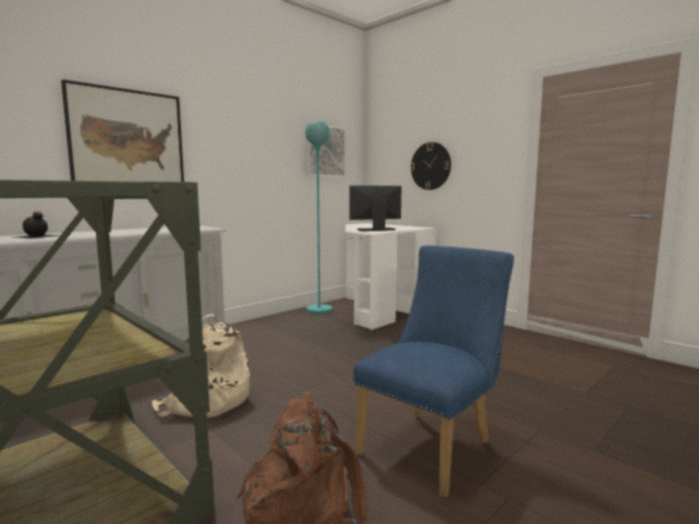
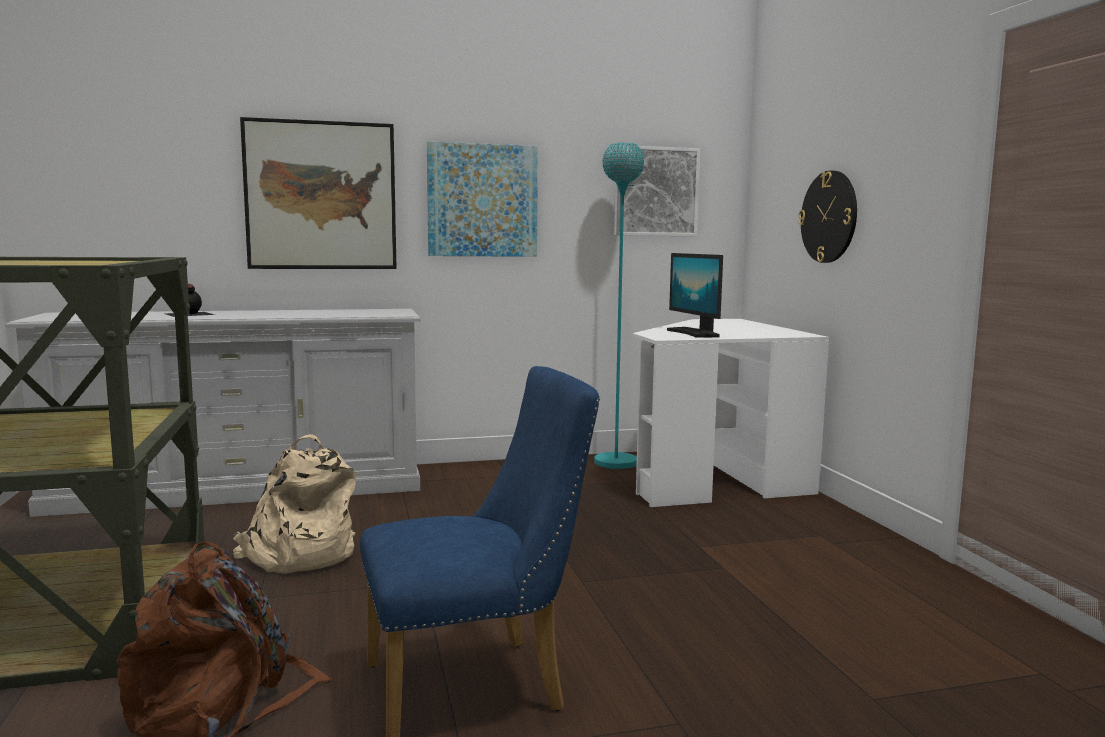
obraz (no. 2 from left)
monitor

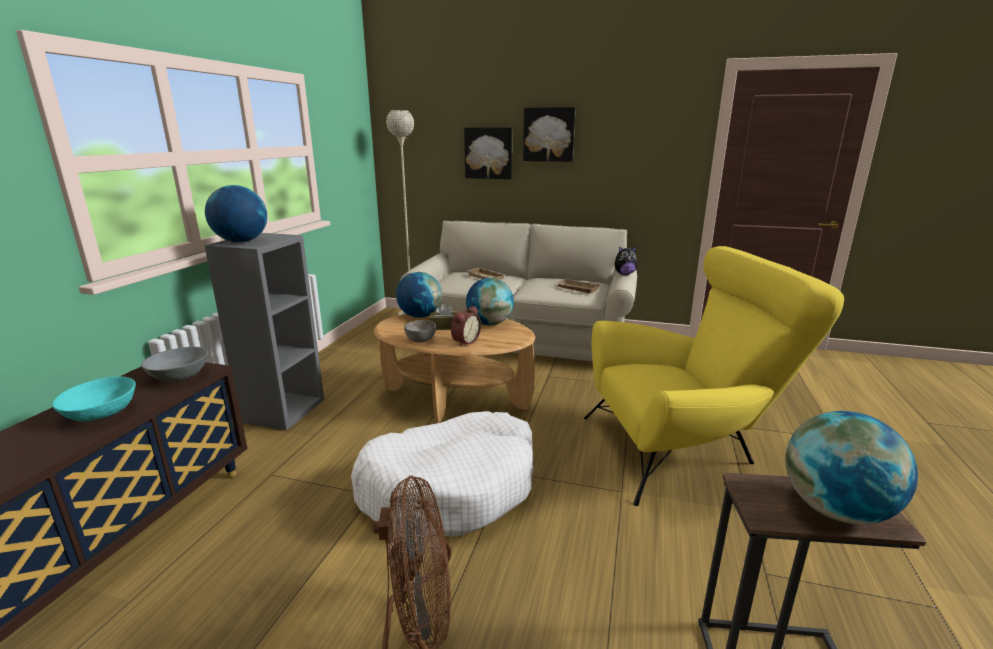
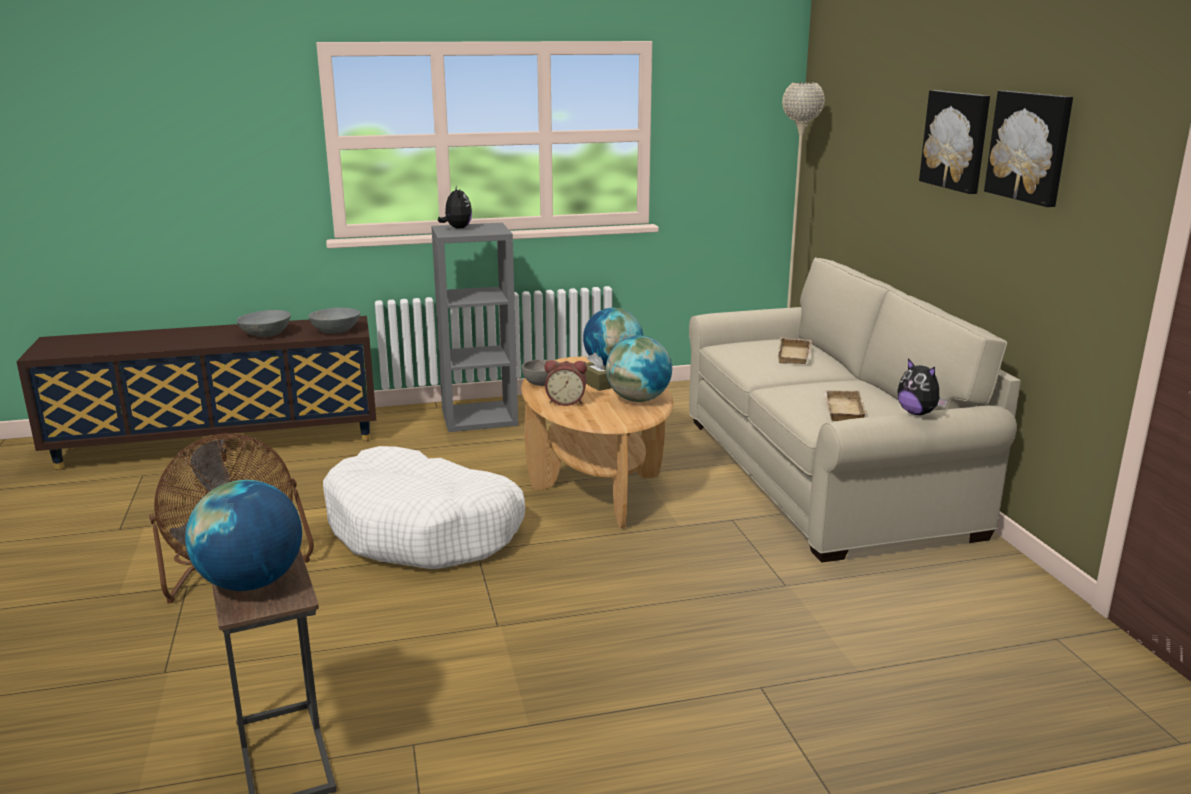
fotel/żółty
obraz (no. 2 from left)
pluszak (no. 1 from left)
miska/szary (no. 1 from left)

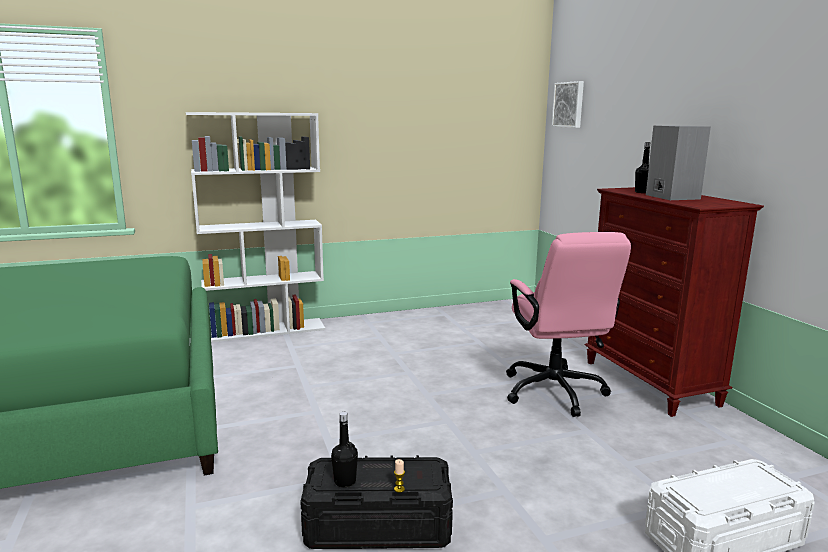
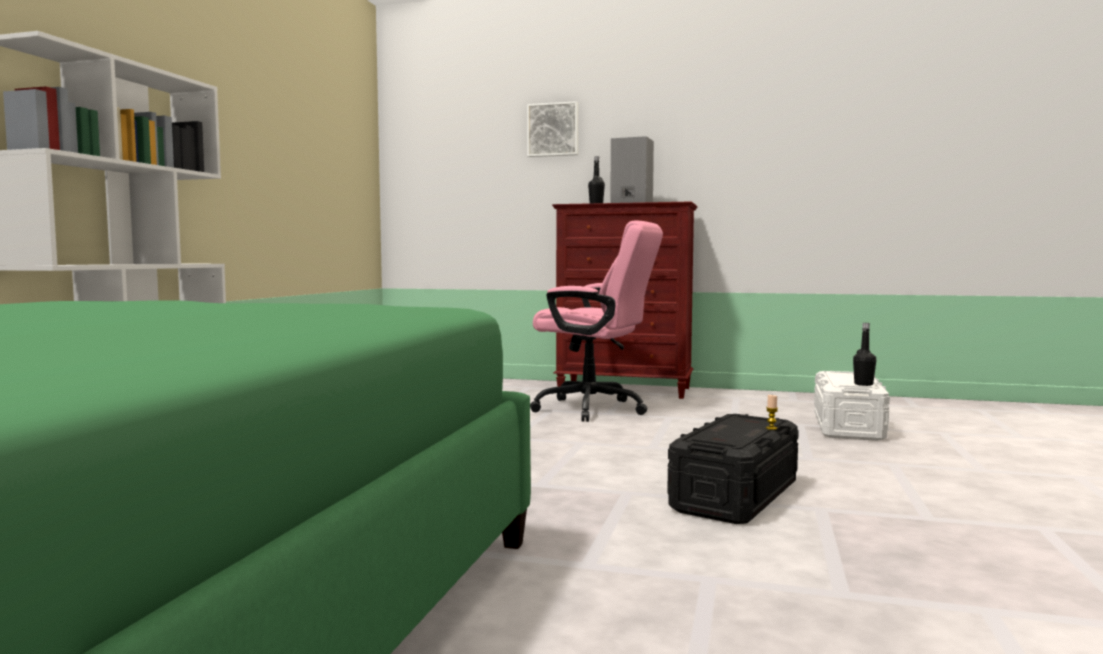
butelka/czarny (no. 2 from left)
obraz

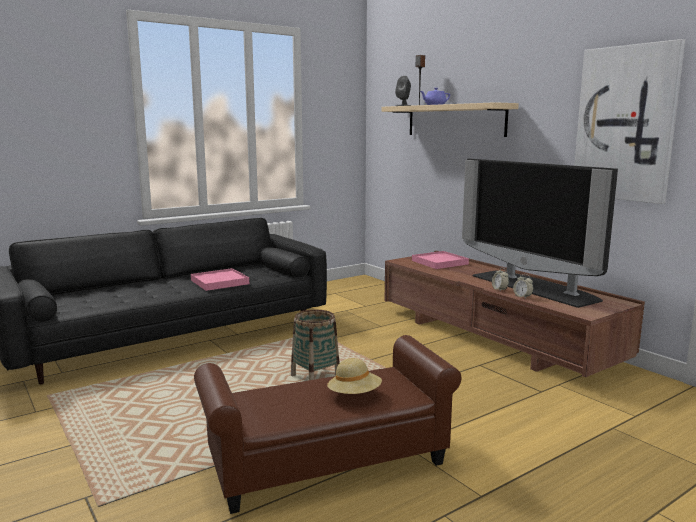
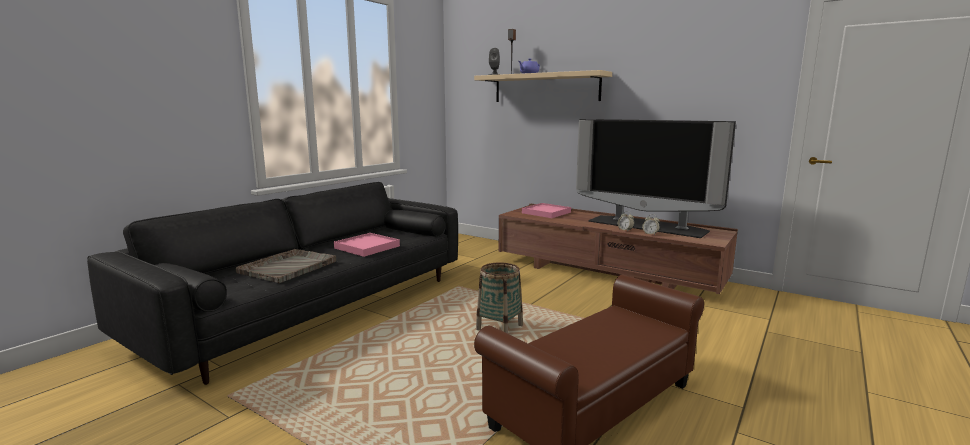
kapelusz/beżowy
obraz
taca/szary

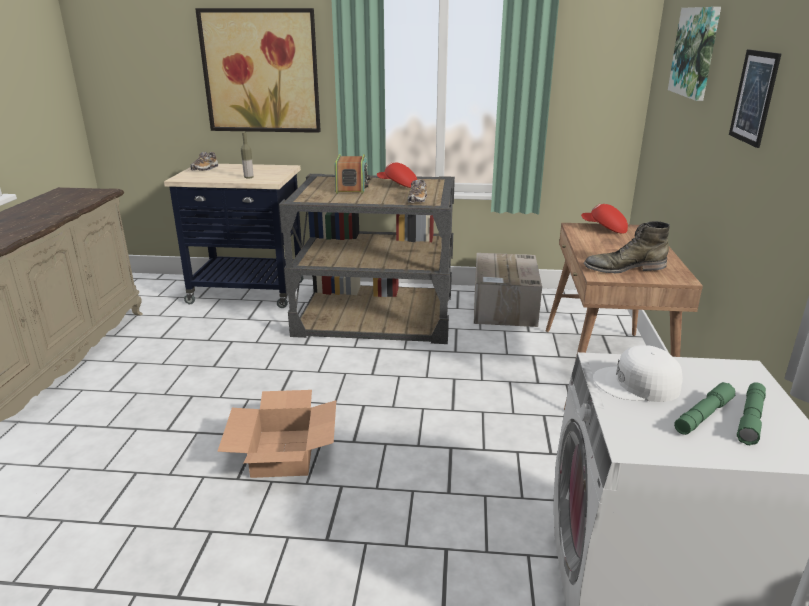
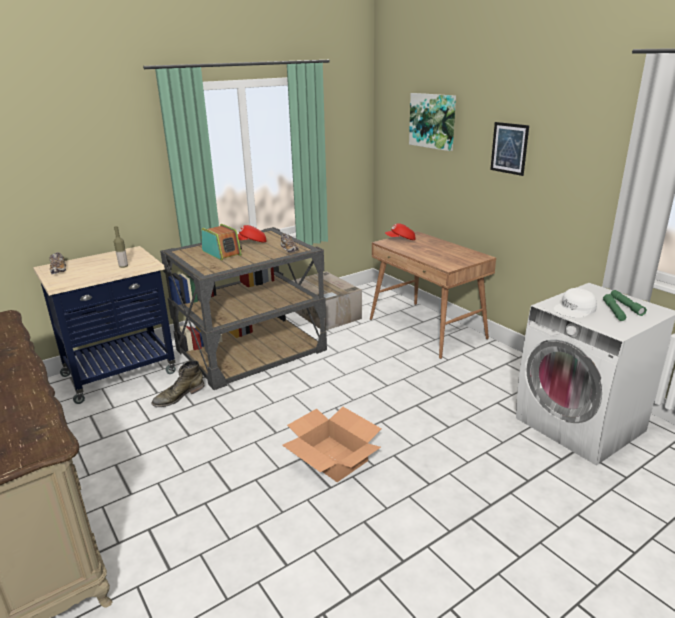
obraz (no. 1 from left in the first image)
but z cholewką/zielony

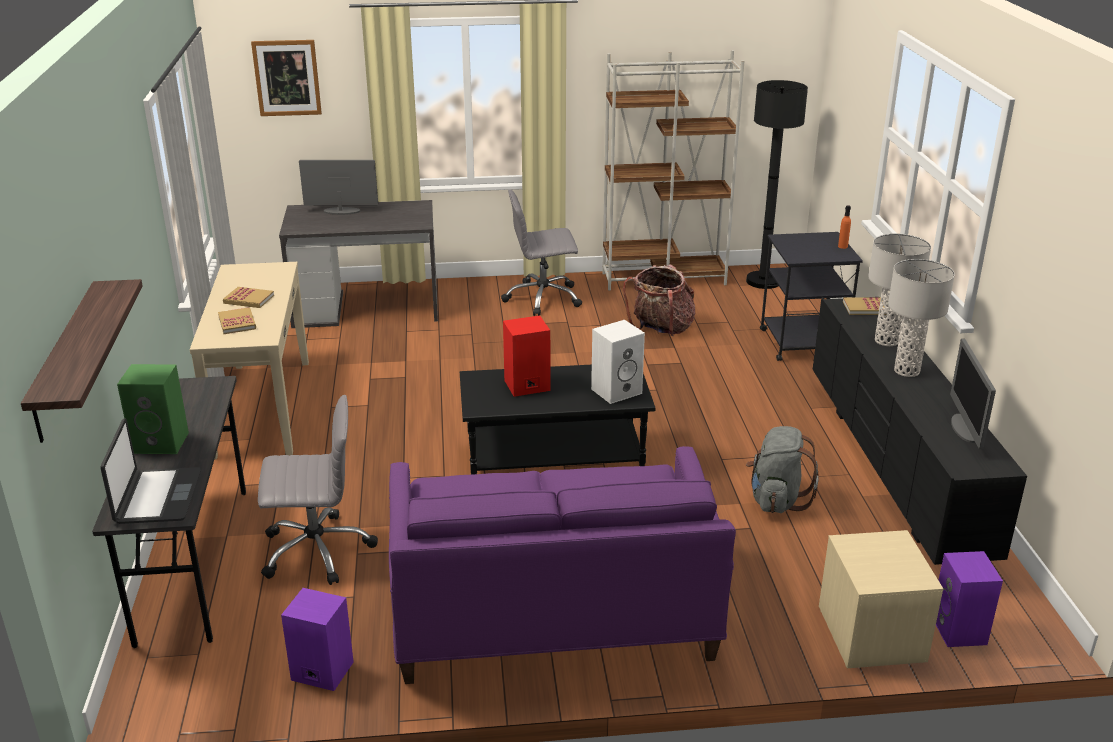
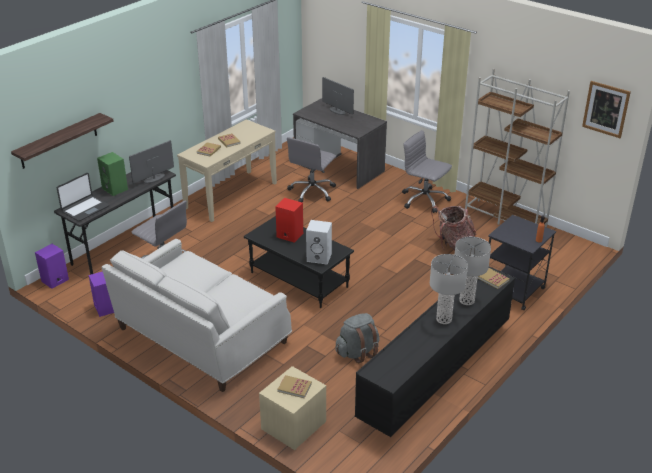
lampa stojąca/czarny
książka (no. 3 from left)
krzesło biurowe/szary (no. 2 from left)
obraz
głośnik/fioletowy (no. 1 from left)
monitor (no. 1 from left)
kanapa/biały

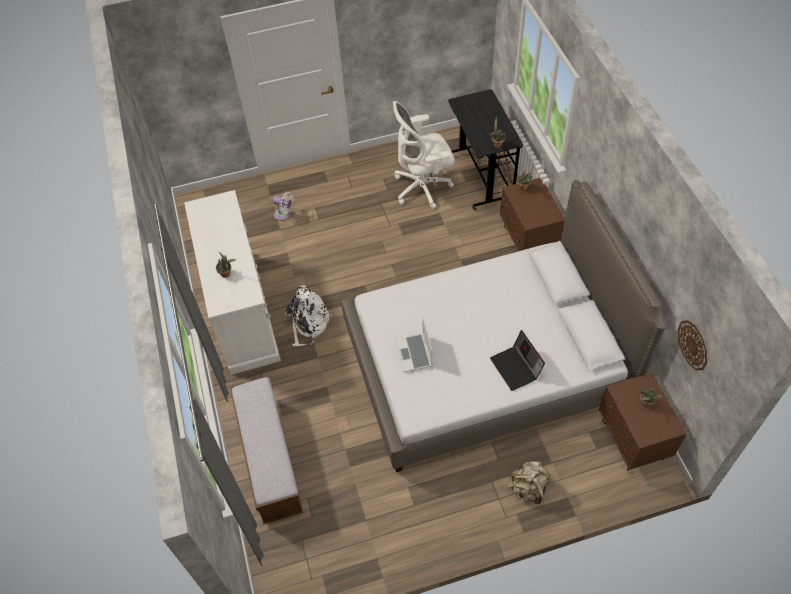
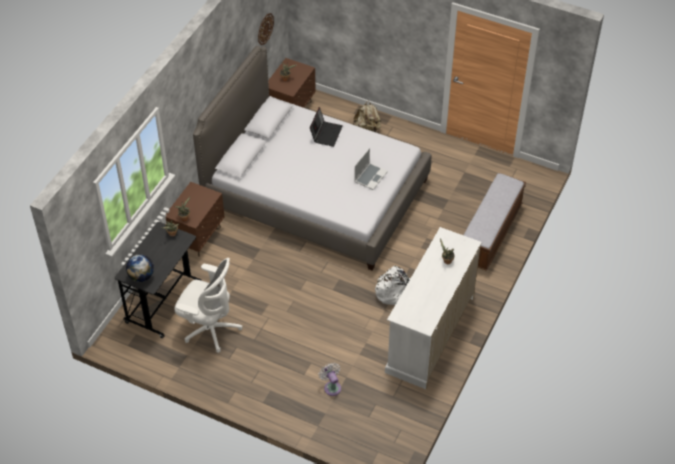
globus

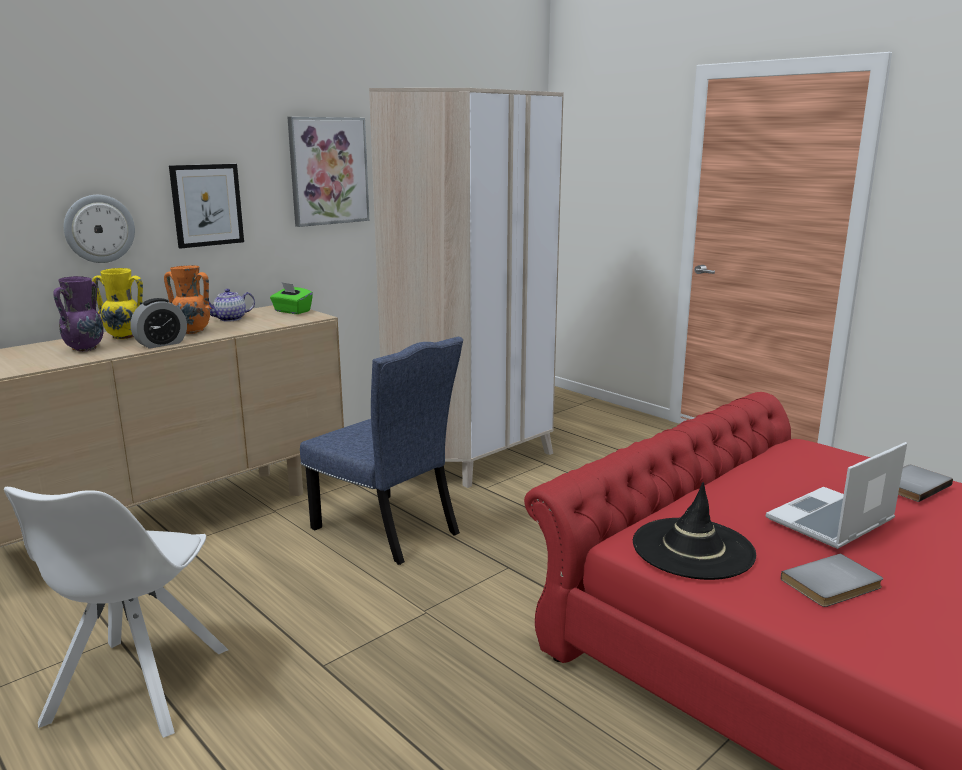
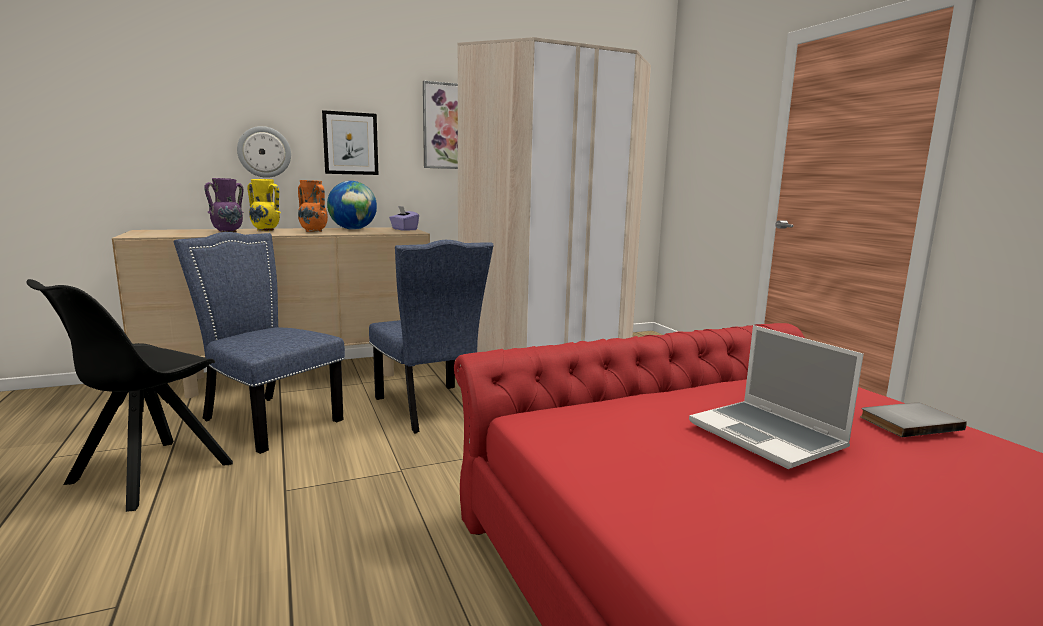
budzik
kapelusz/czarny
książka/szary (no. 1 from left in the first image)
krzesło/niebieski (no. 1 from left)
globus
krzesło/czarny
pudełko chusteczek/fioletowy
laptop

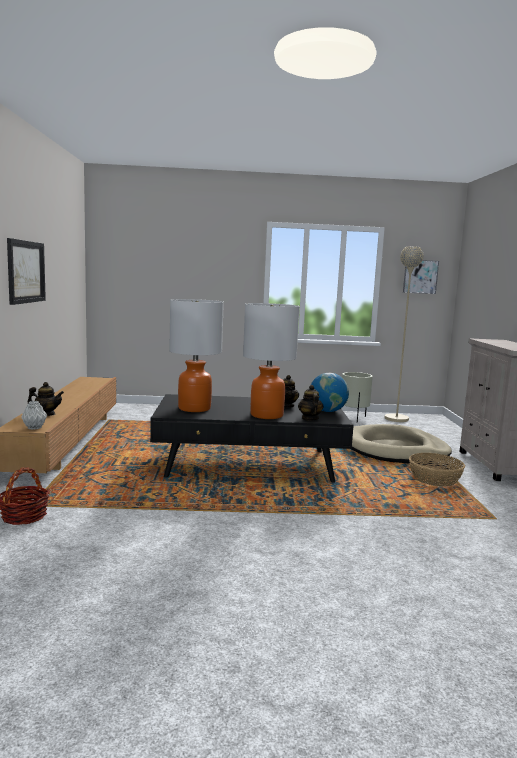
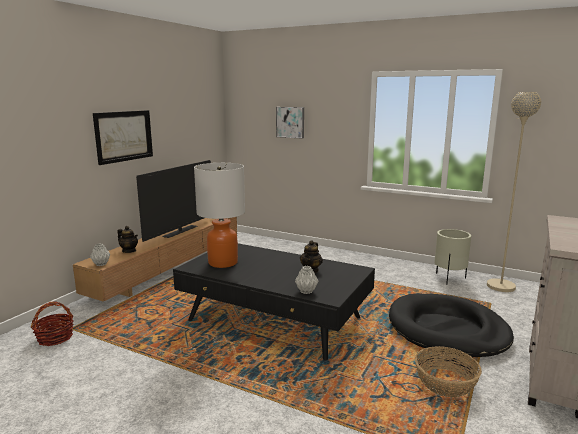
lampa stołowa (no. 2 from left in the first image)
globus
telewizor
obraz (no. 2 from left)
wazon/szary (no. 2 from left)
legowisko/czarny

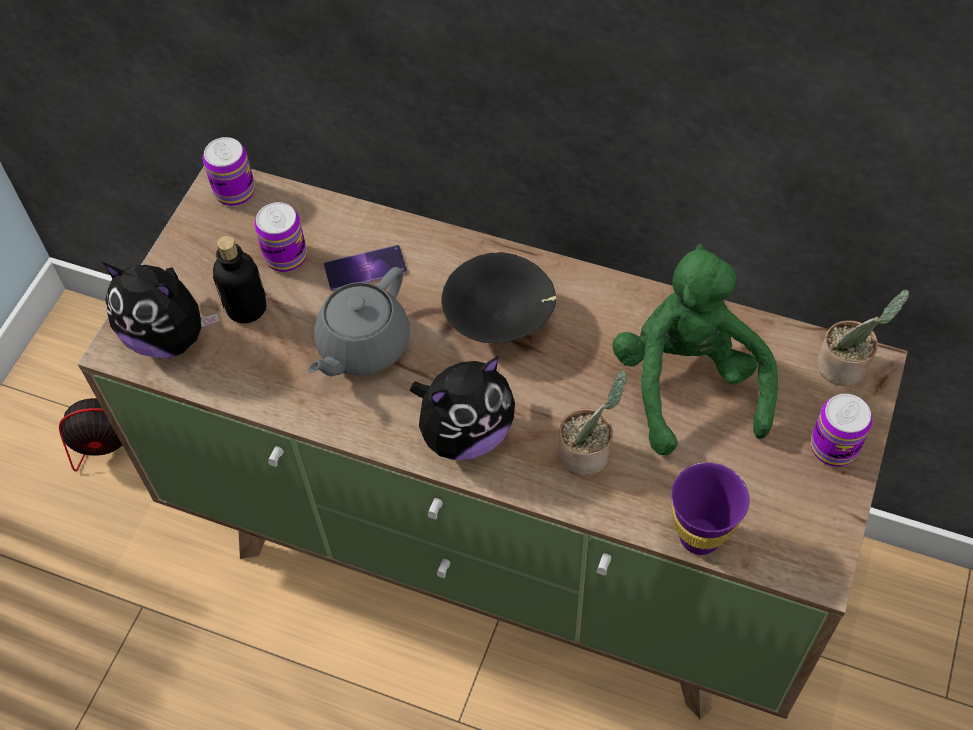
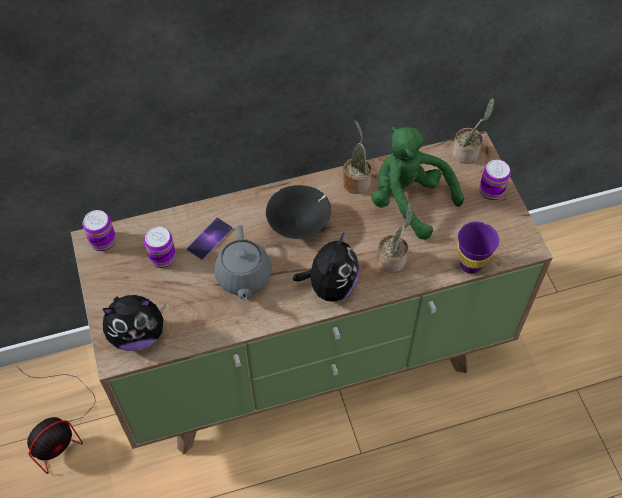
butelka
roślina doniczkowa (no. 1 from left)

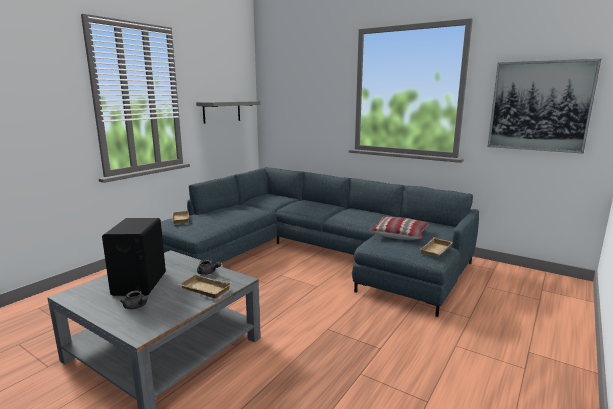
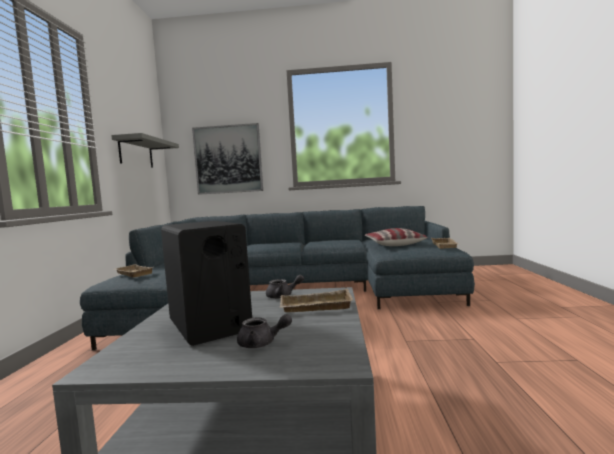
obraz

